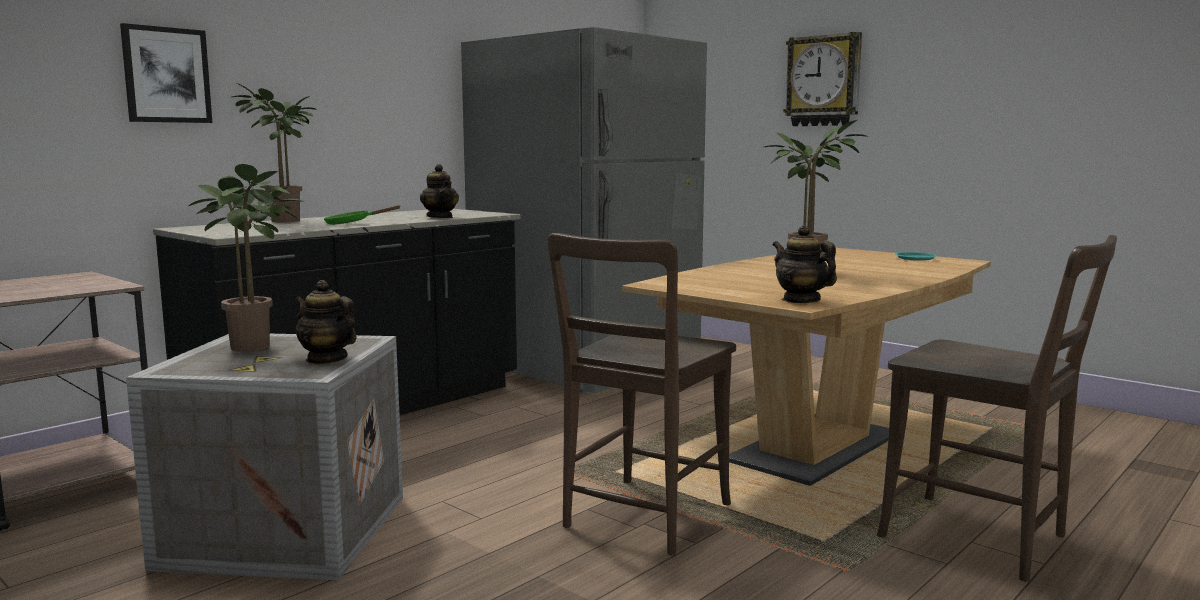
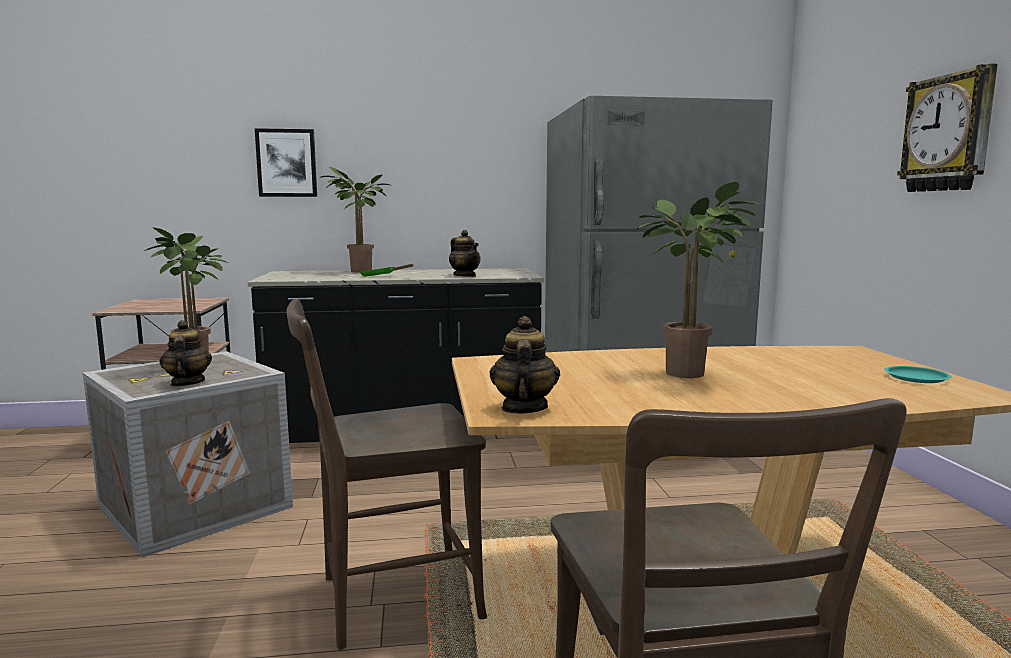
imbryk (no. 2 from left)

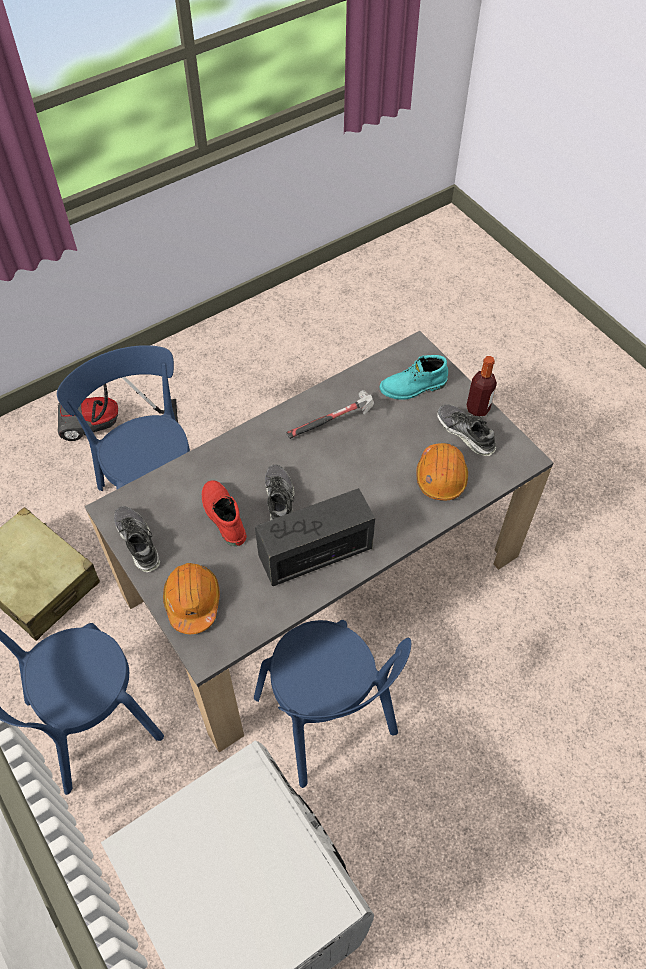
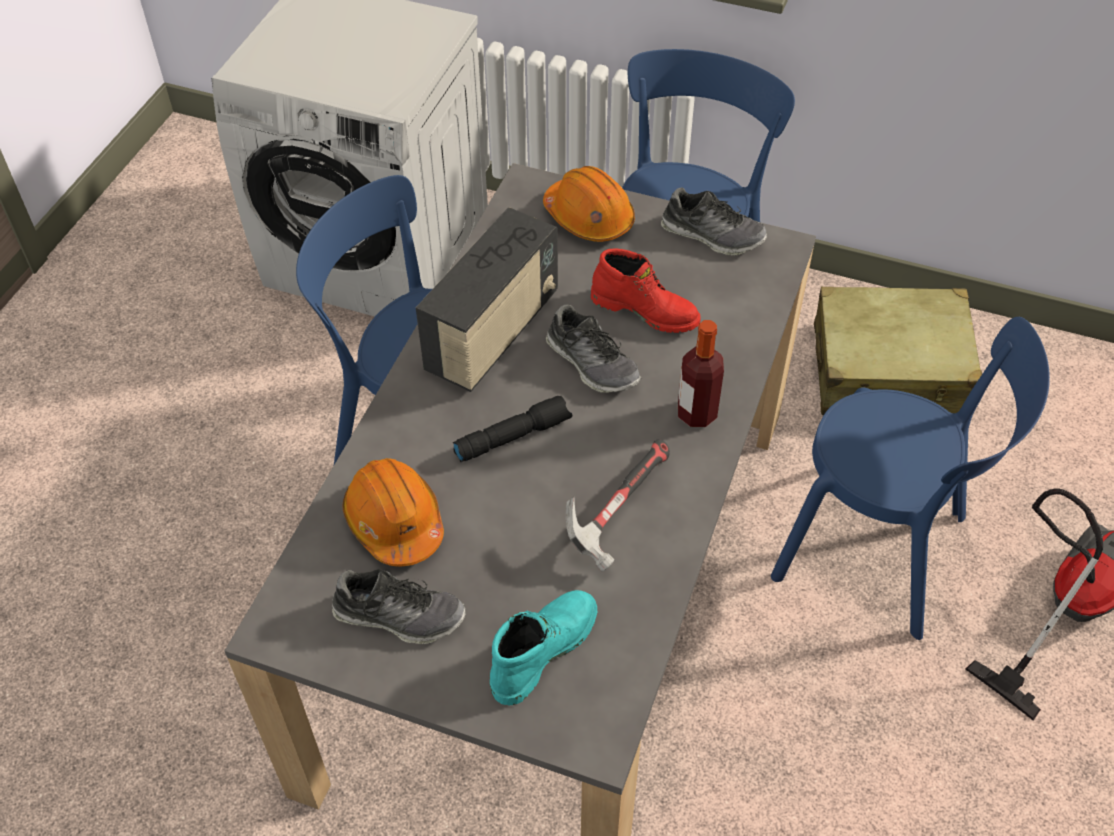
latarka/czarny
butelka

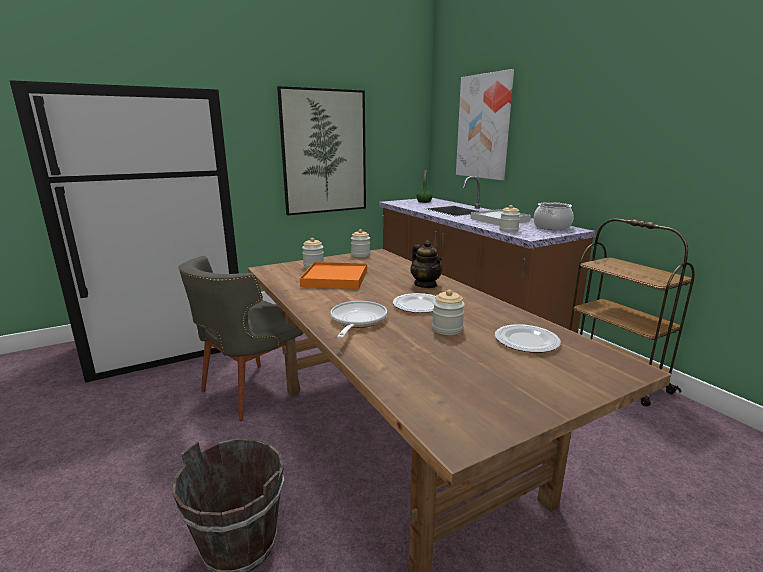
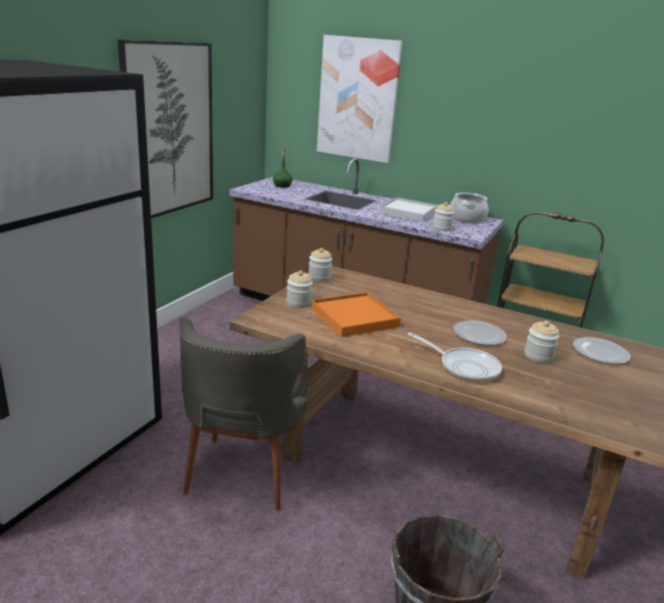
imbryk
patelnia

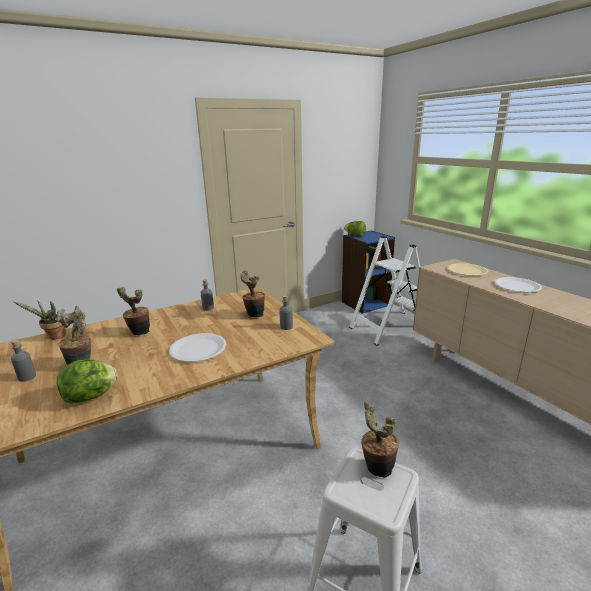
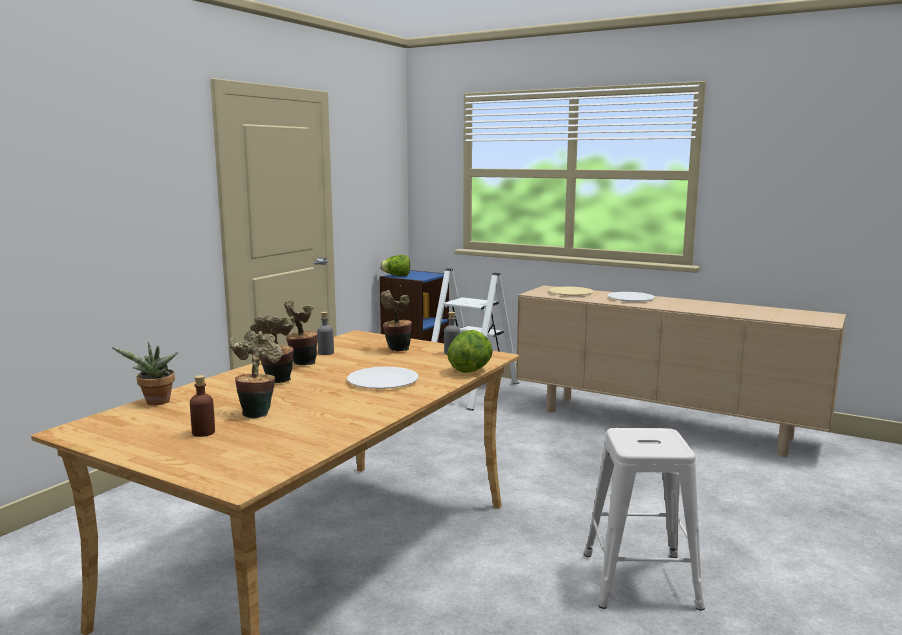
sałata (no. 2 from left)
roślina doniczkowa (no. 4 from left)
butelka/brązowy

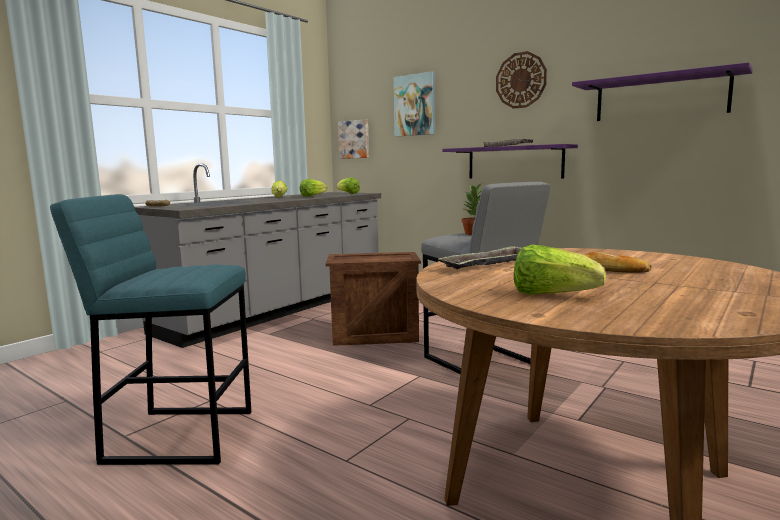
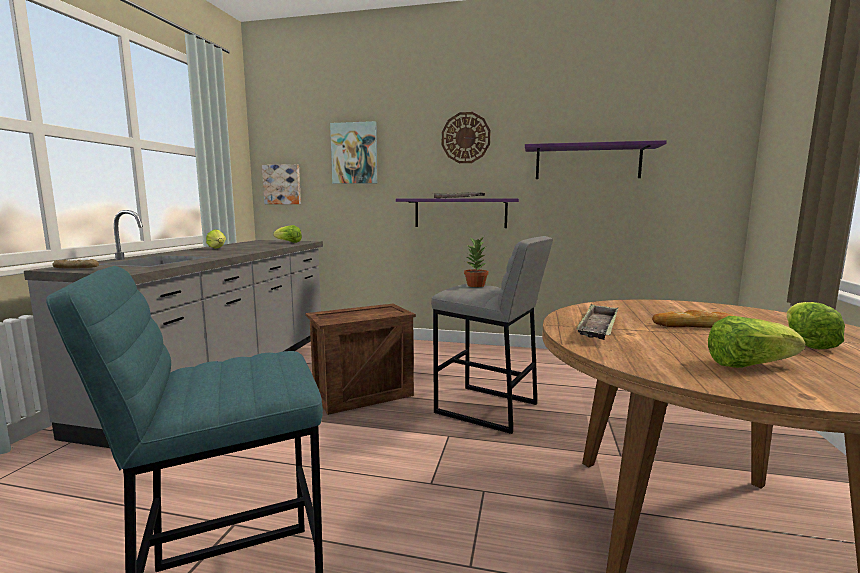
sałata (no. 4 from left)

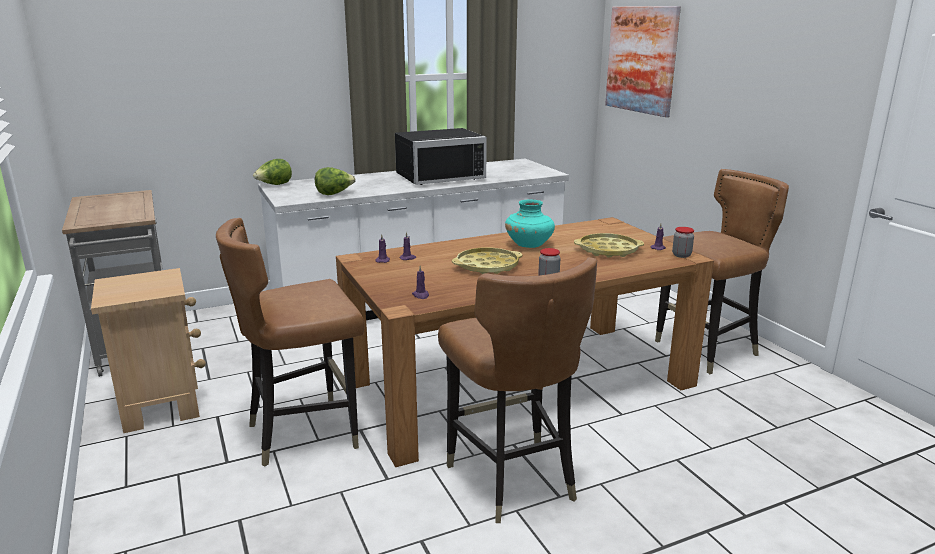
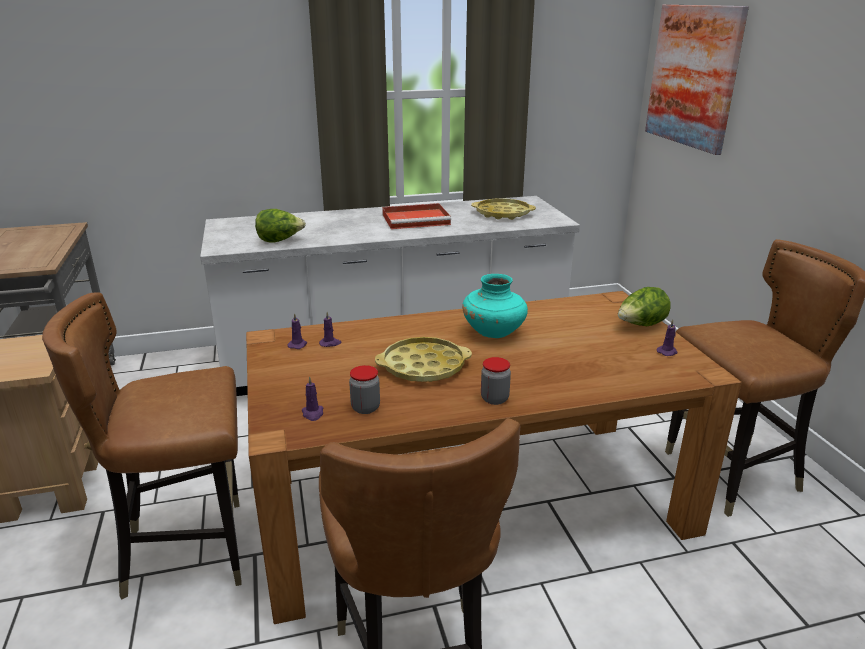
sałata (no. 2 from left)
taca/żółty (no. 2 from left)
słoik (no. 1 from left)
taca/czerwony

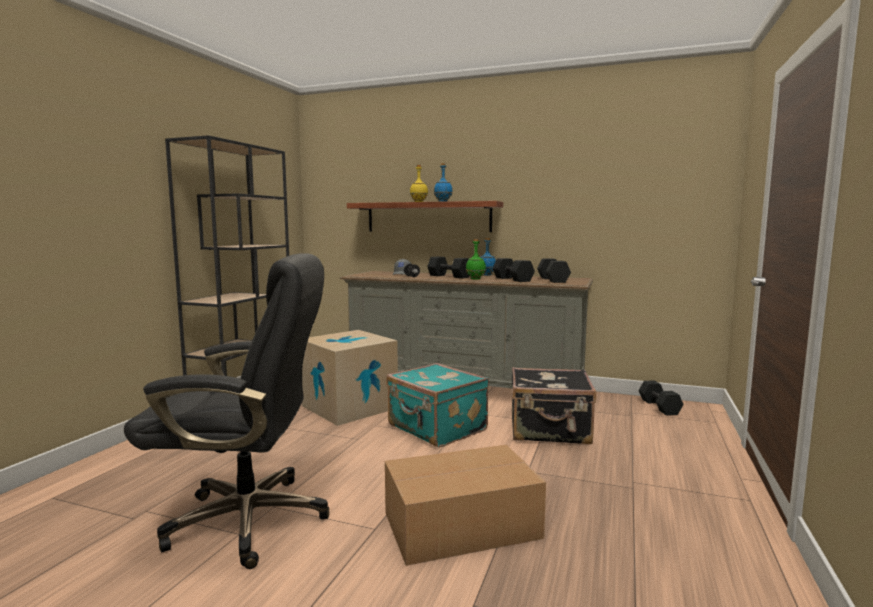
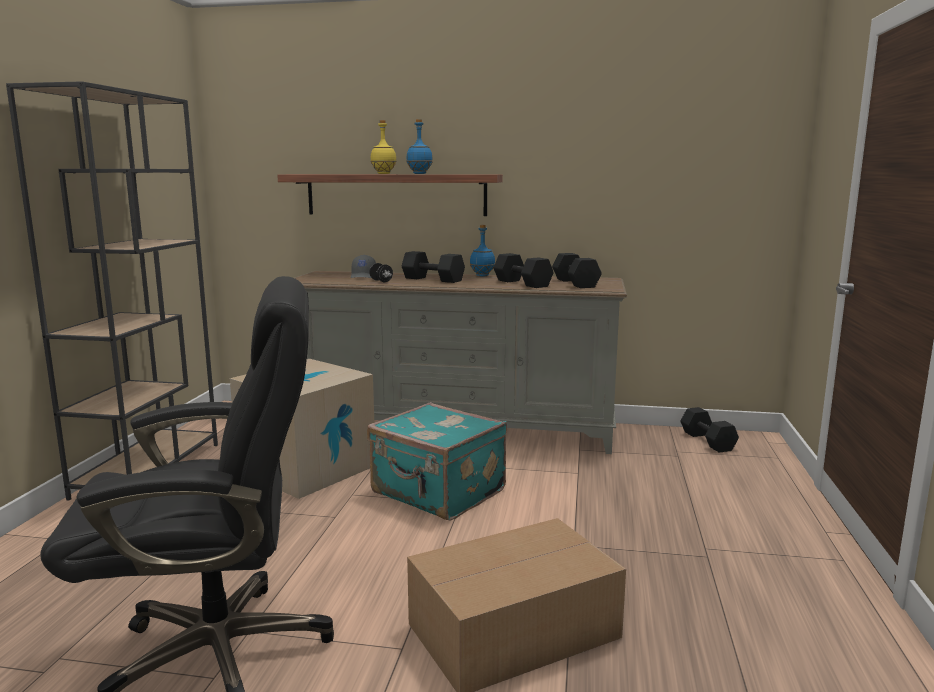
butelka/zielony
walizka/czarny

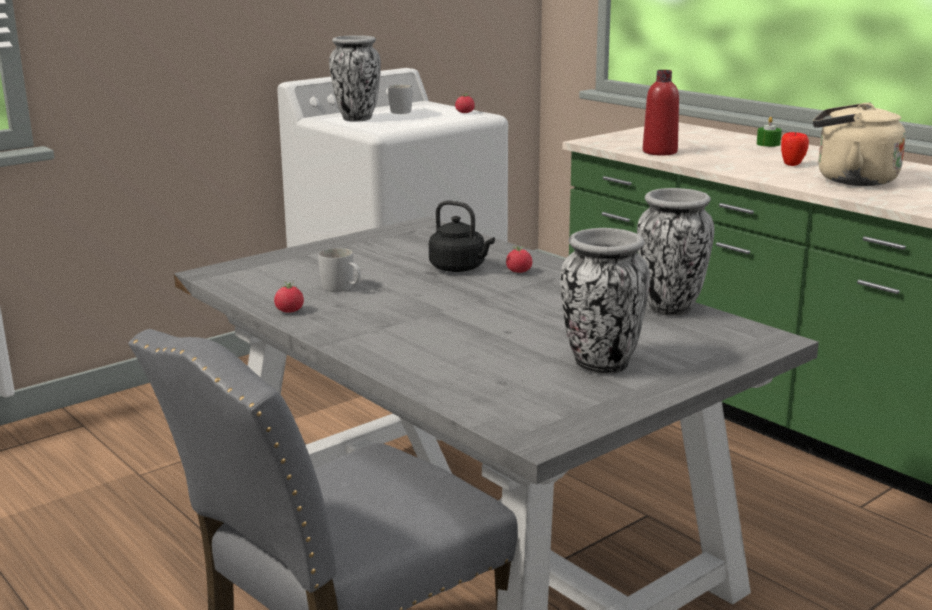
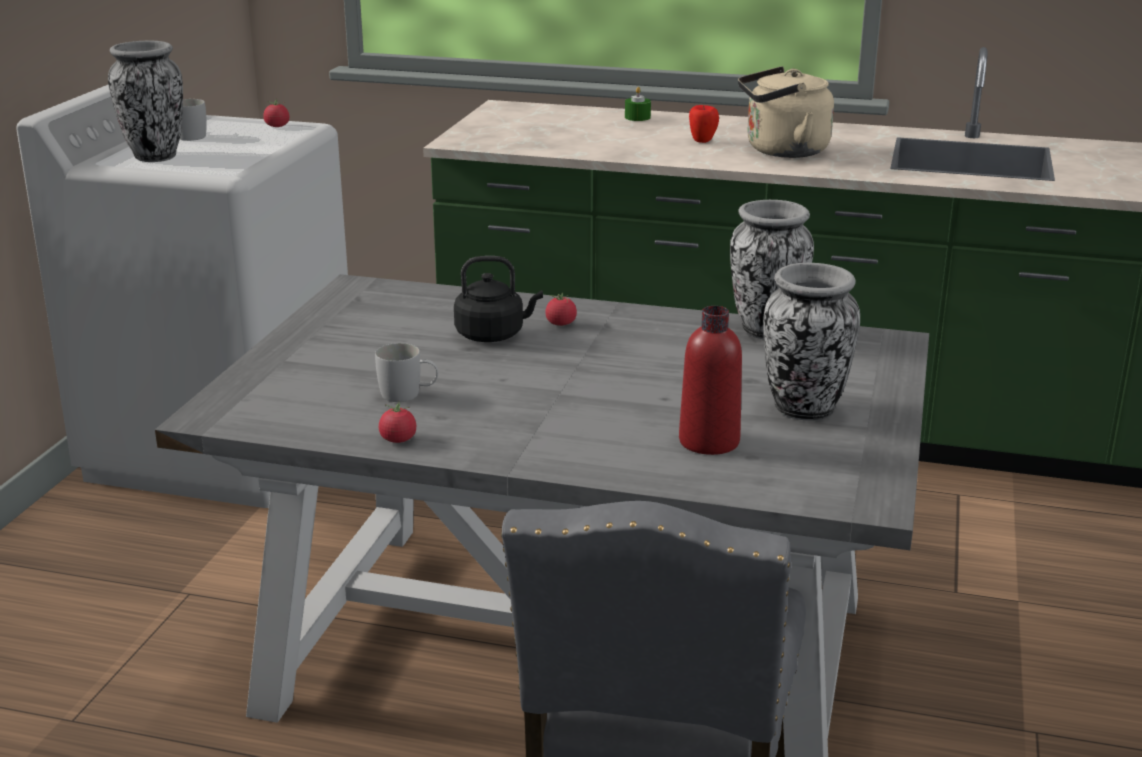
butelka/czerwony

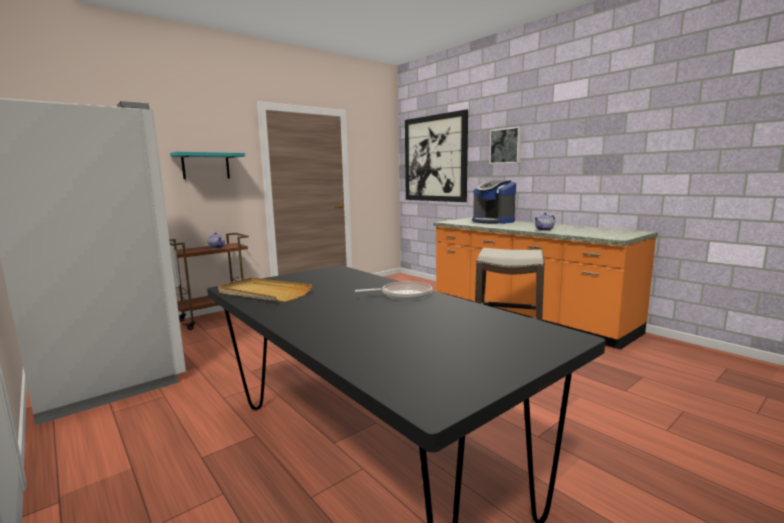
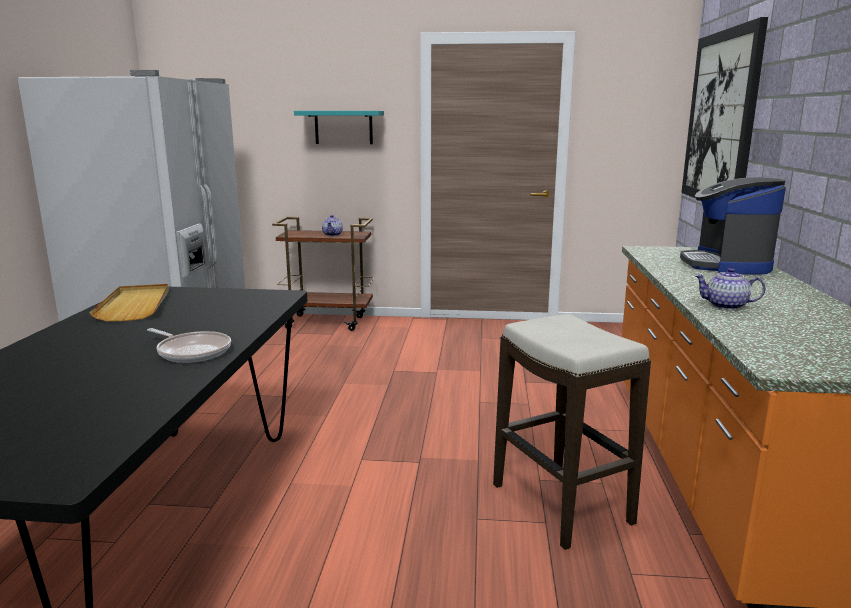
obraz (no. 2 from left in the first image)

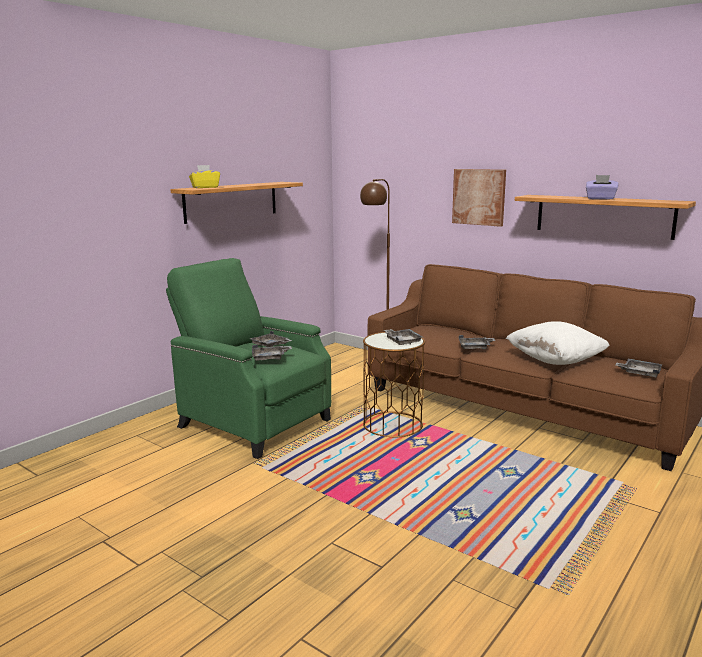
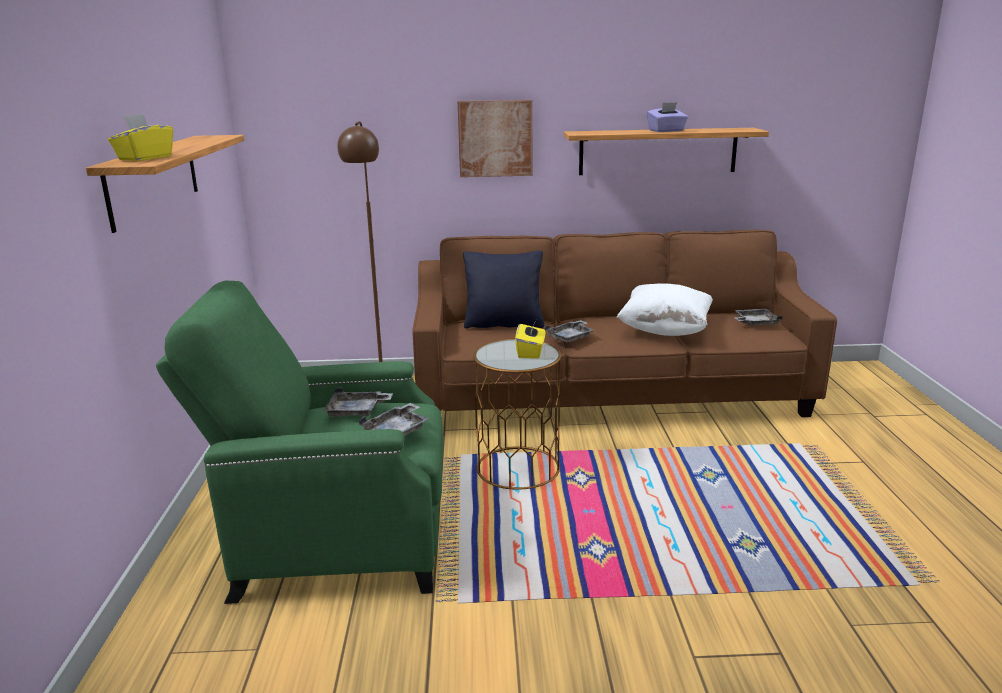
poduszka/czarny
pudełko chusteczek/żółty (no. 2 from left)

